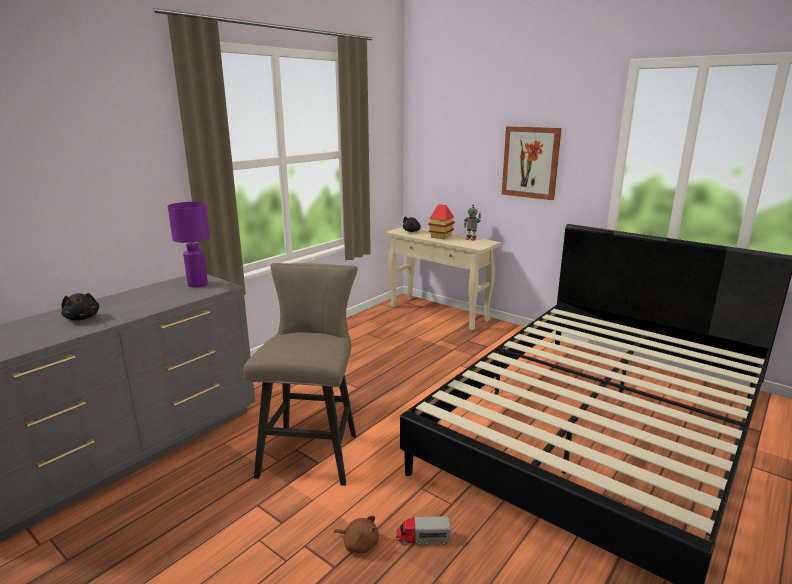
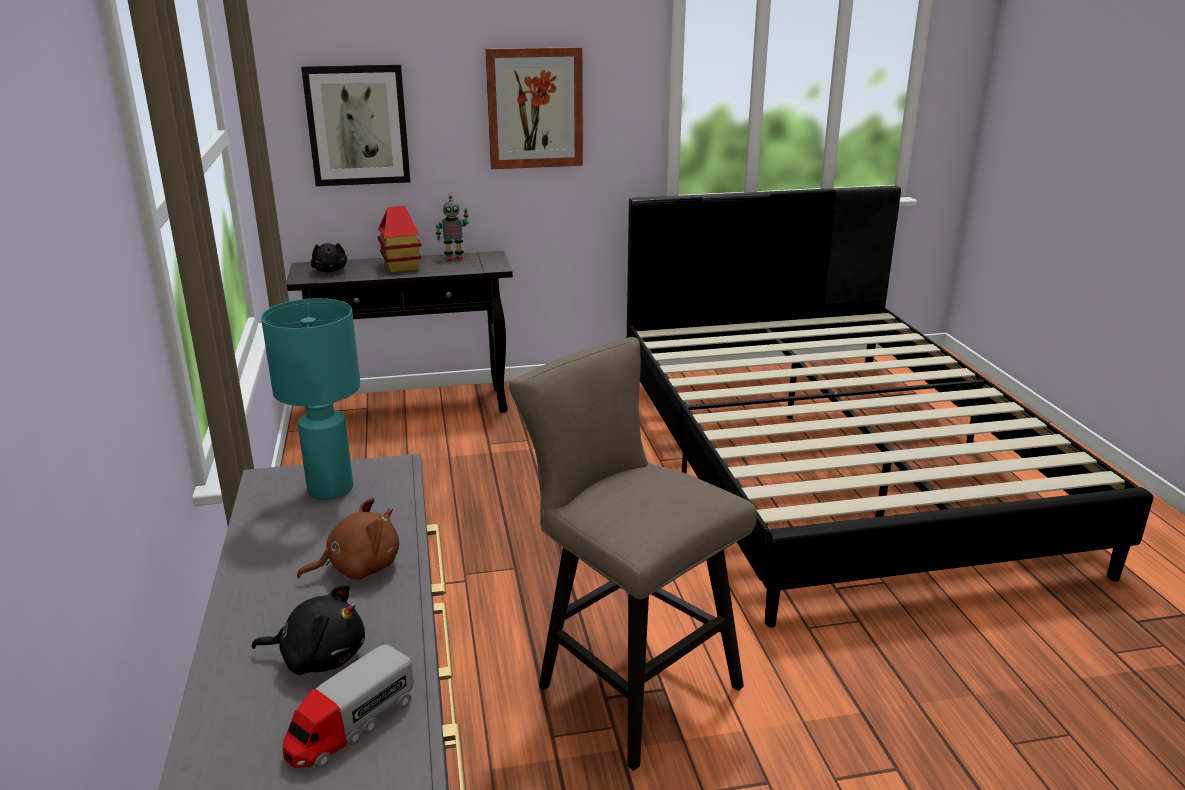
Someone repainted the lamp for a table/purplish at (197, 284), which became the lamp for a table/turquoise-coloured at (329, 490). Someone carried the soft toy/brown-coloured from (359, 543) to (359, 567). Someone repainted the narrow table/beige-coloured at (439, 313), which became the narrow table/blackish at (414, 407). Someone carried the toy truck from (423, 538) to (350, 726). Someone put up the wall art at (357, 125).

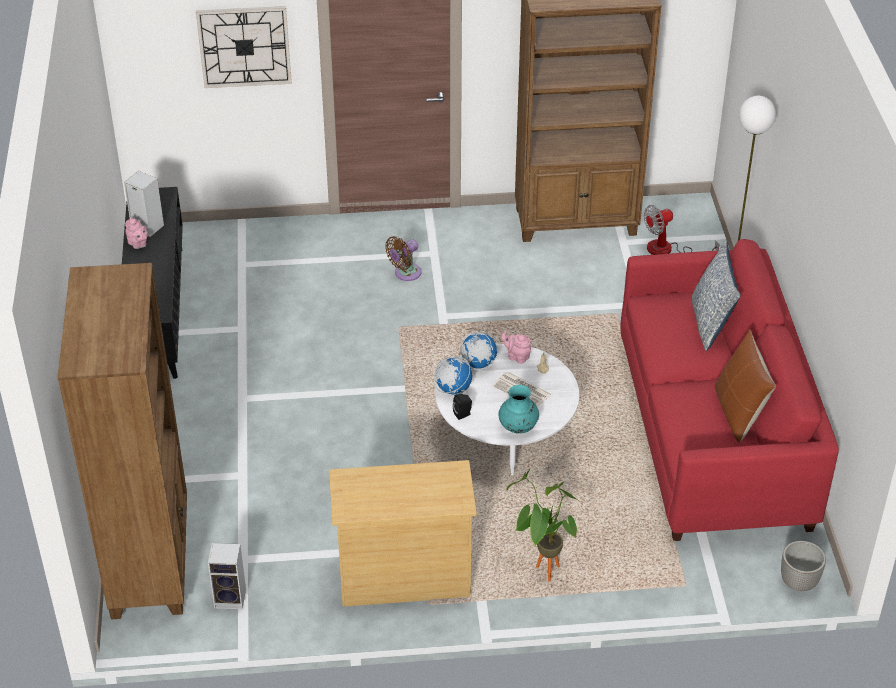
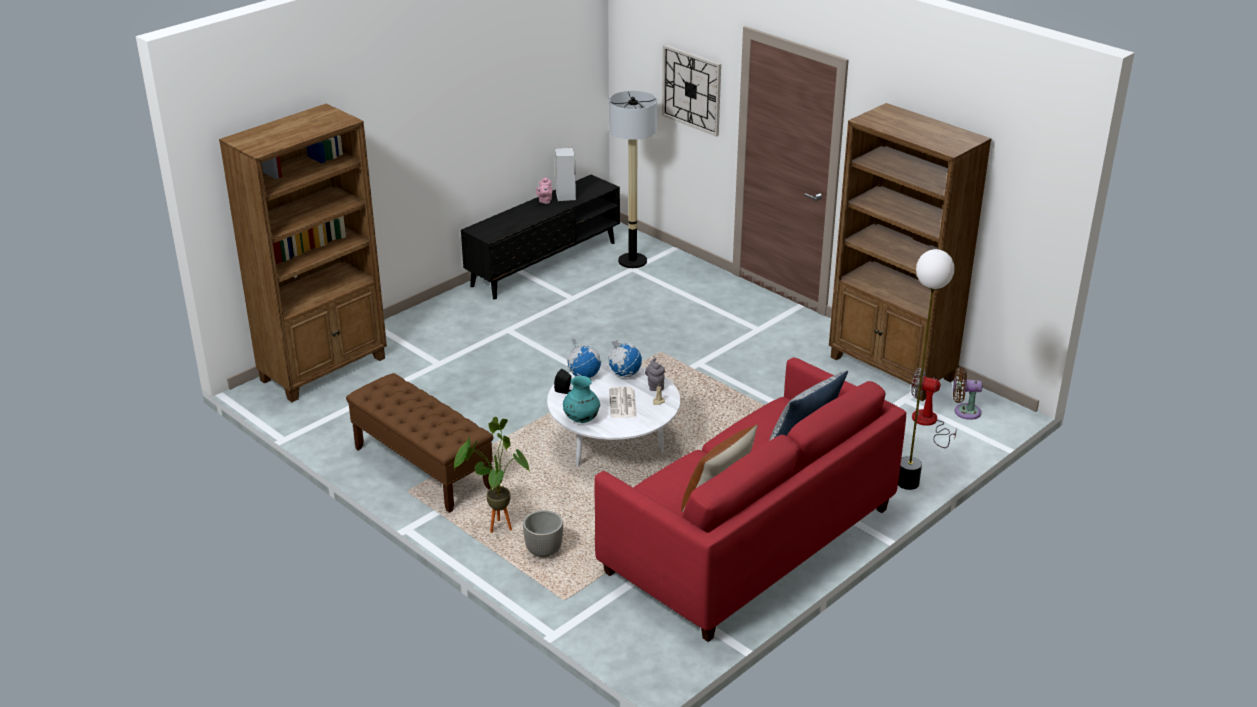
Someone took away the loudspeaker at (231, 598). Someone swapped the dresser/beige-coloured at (403, 575) for the bench/brown-coloured at (422, 468). Someone carried the cooling fan/brown-coloured from (405, 273) to (964, 411). Someone repainted the tea pot/pink-coloured at (517, 357), which became the tea pot/greyish at (655, 385). Someone carried the planter from (799, 582) to (544, 551). Someone put down the standard lamp at (632, 261).

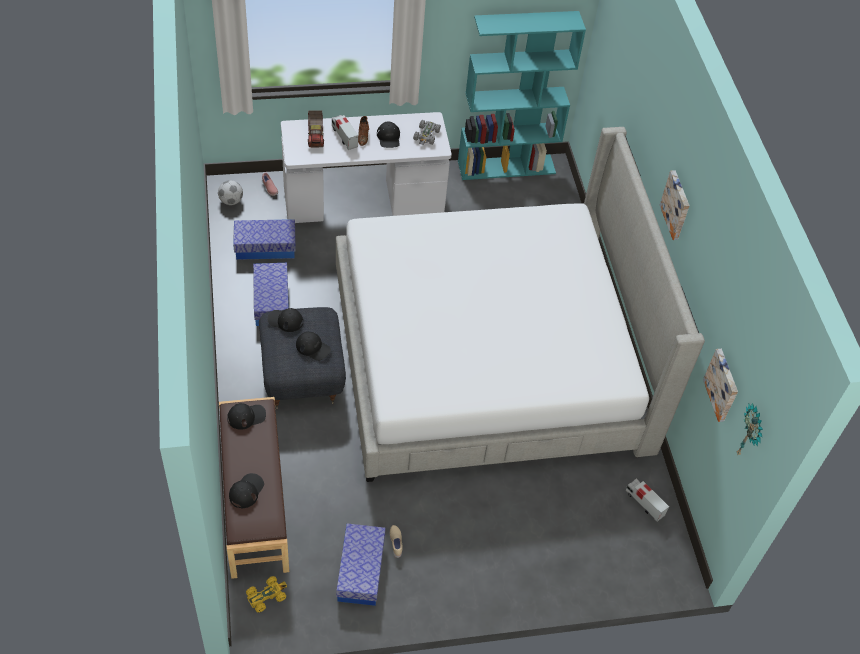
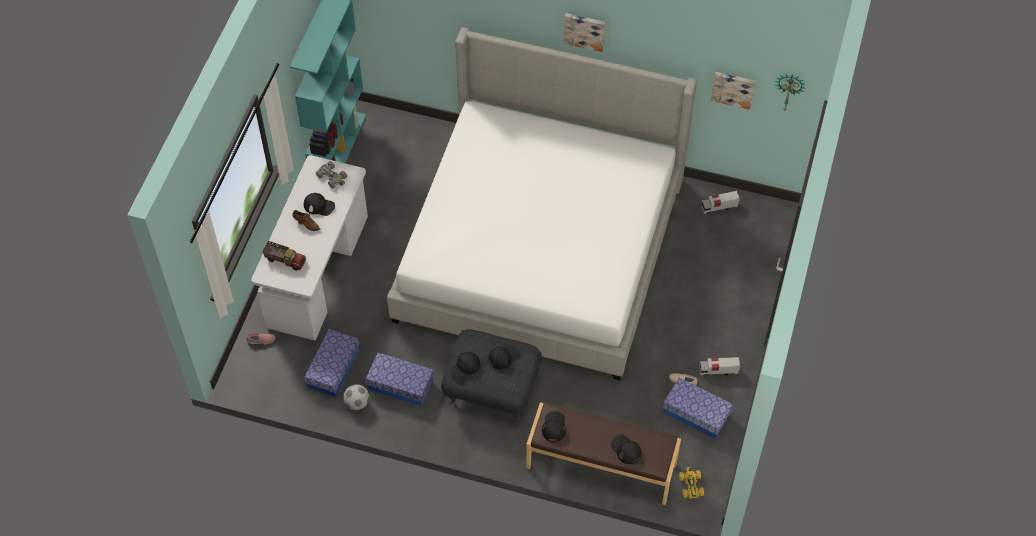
Someone carried the ball for football from (231, 201) to (357, 403). Someone carried the toy truck from (344, 137) to (718, 371).

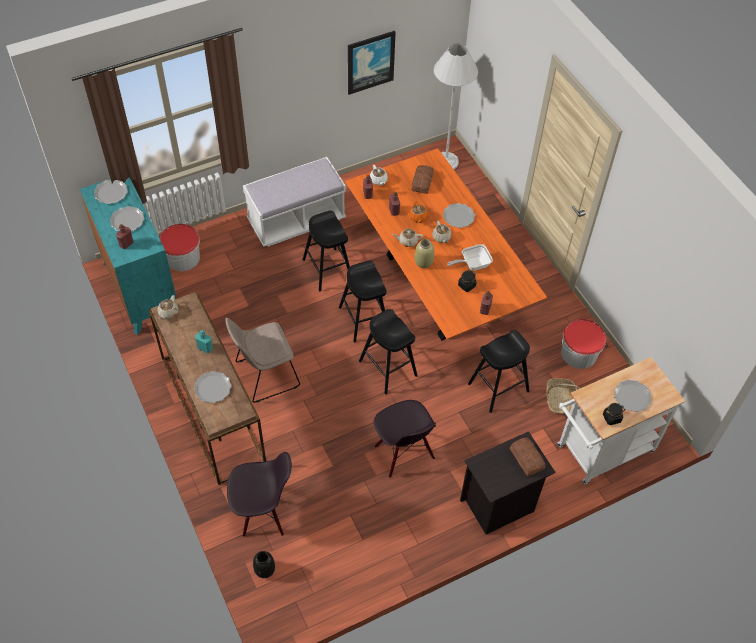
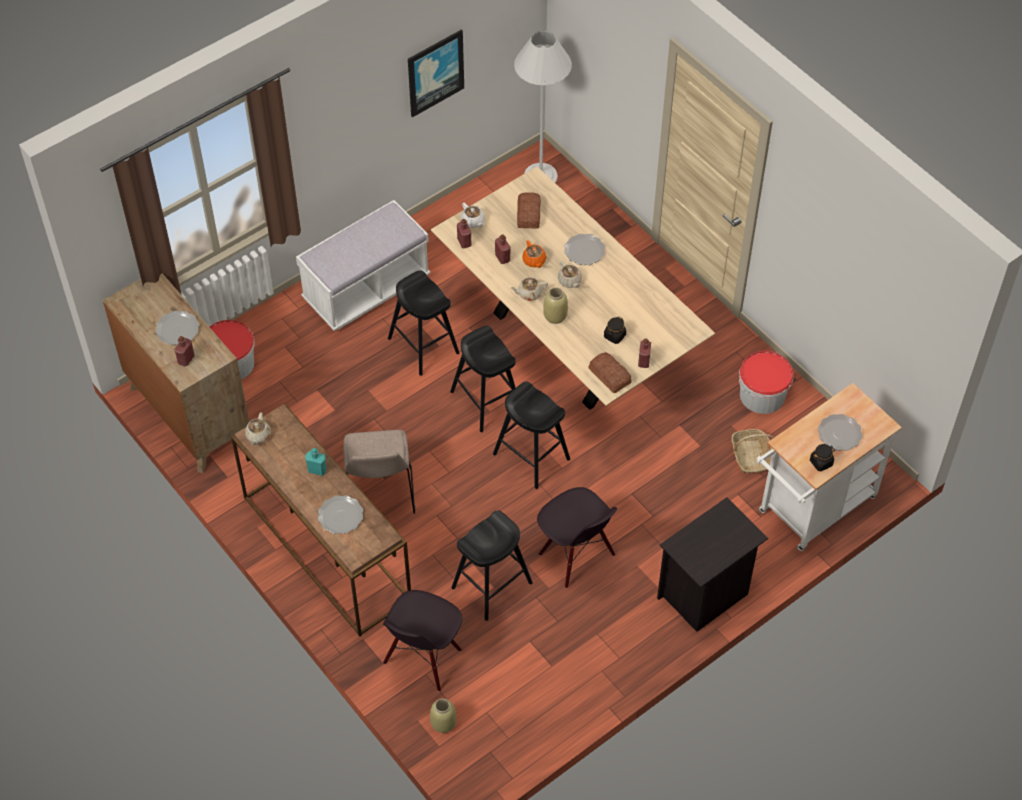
Someone repainted the dresser/turquoise-coloured at (140, 289), which became the dresser/brown-coloured at (189, 414). Someone took away the plate at (111, 193). Someone rotated the chair/beige-coloured at (265, 375) by 60 degrees counterclockwise. Someone rotated the chair/blackish at (263, 512) by 135 degrees clockwise. Someone repainted the flower vase/blackish at (264, 570), which became the flower vase/beige-coloured at (443, 723). Someone repainted the kitchen table/orangey at (436, 287), which became the kitchen table/beige-coloured at (567, 344). Someone took away the skillet at (472, 264). Someone carried the stool/blackish from (498, 387) to (492, 585). Someone carried the baked bread from (527, 458) to (610, 375).

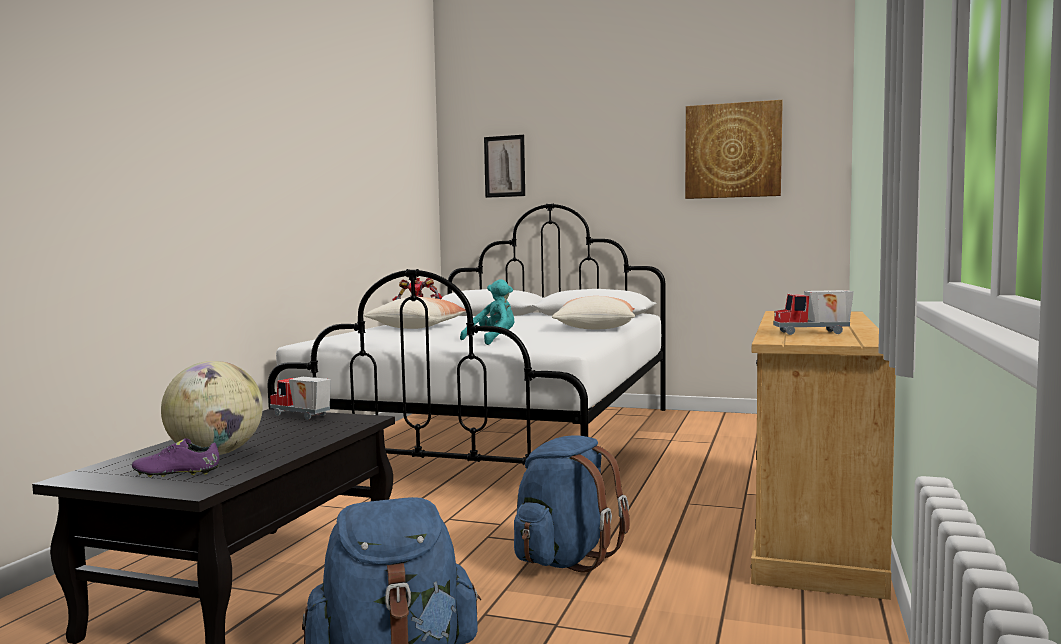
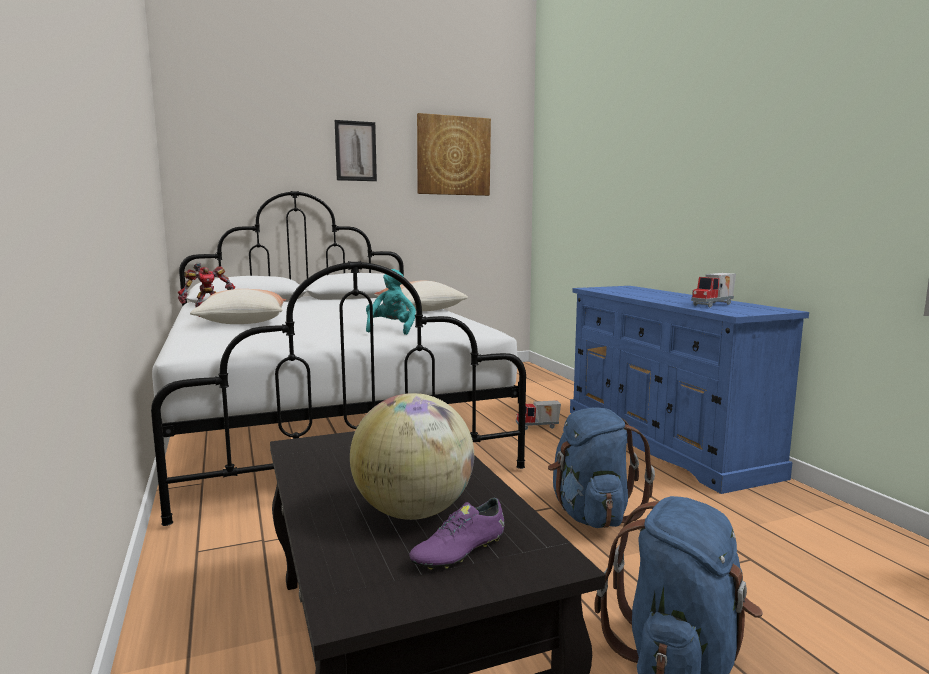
Someone carried the toy truck from (300, 416) to (538, 427). Someone carried the wall art from (504, 166) to (355, 151). Someone repainted the dresser/beige-coloured at (814, 524), which became the dresser/blue-coloured at (664, 441).

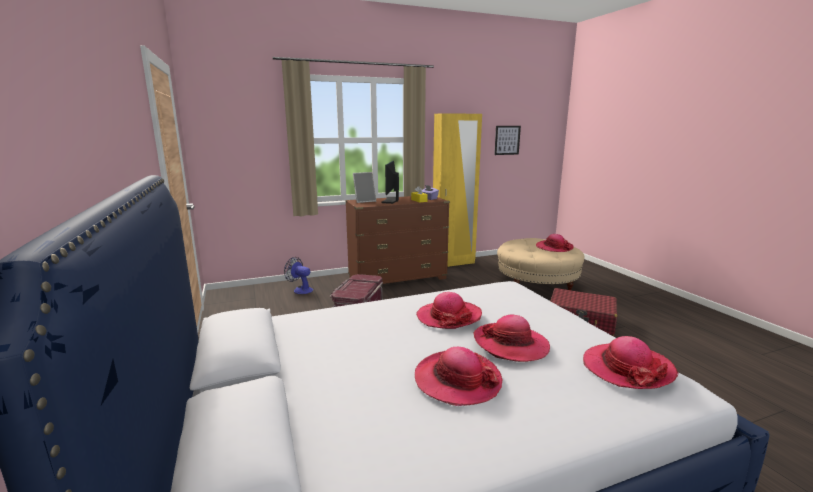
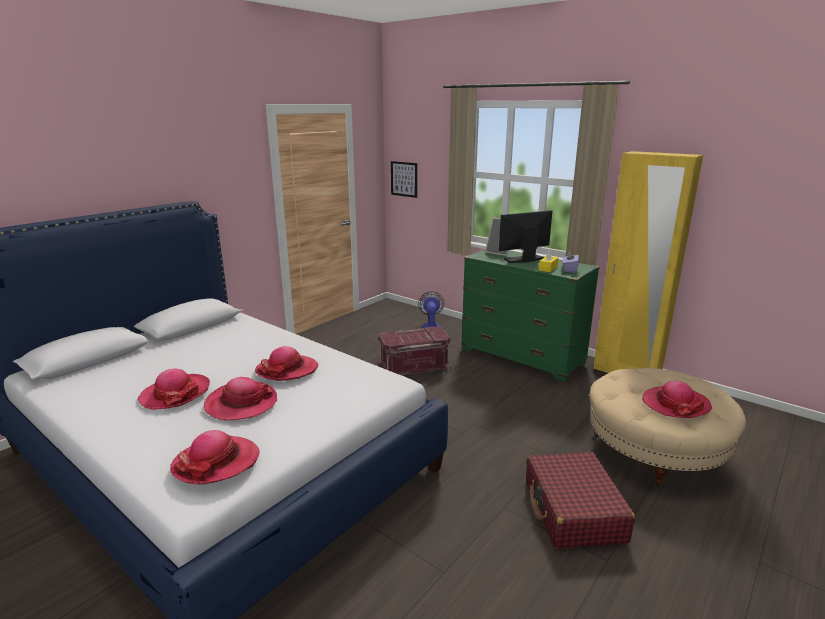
Someone repainted the dresser/brown-coloured at (397, 278), which became the dresser/greenish at (522, 356). Someone carried the wall art from (507, 140) to (404, 179).

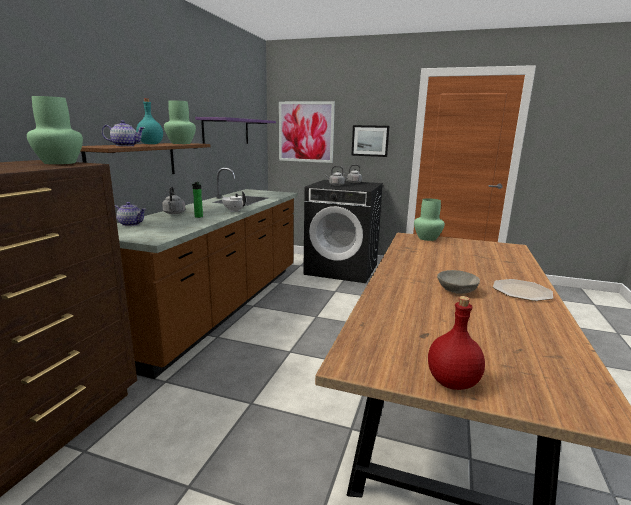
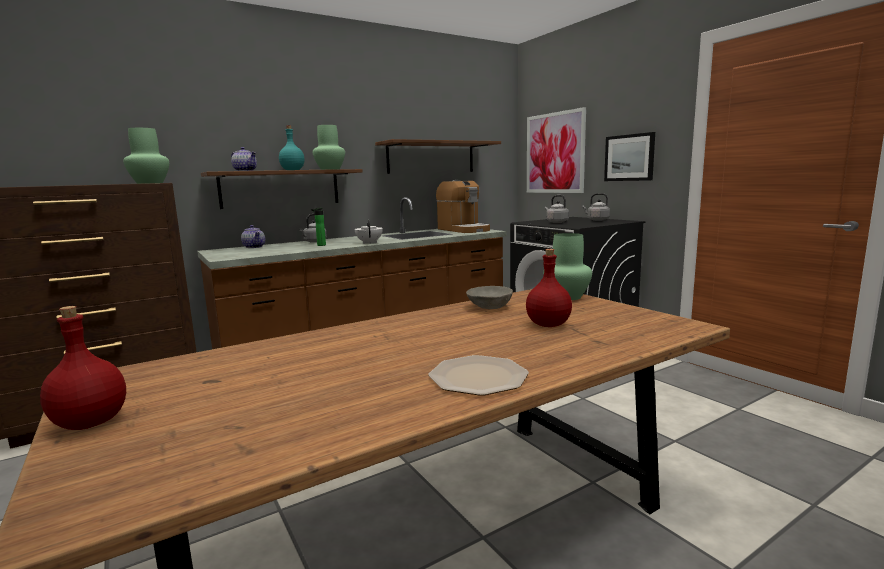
Someone repainted the shelf/purplish at (226, 131), which became the shelf/brown-coloured at (431, 157). Someone carried the deep dish/greyish from (456, 291) to (490, 307). Someone put down the coffee machine at (463, 230). Someone put down the bottle/red at (548, 325).

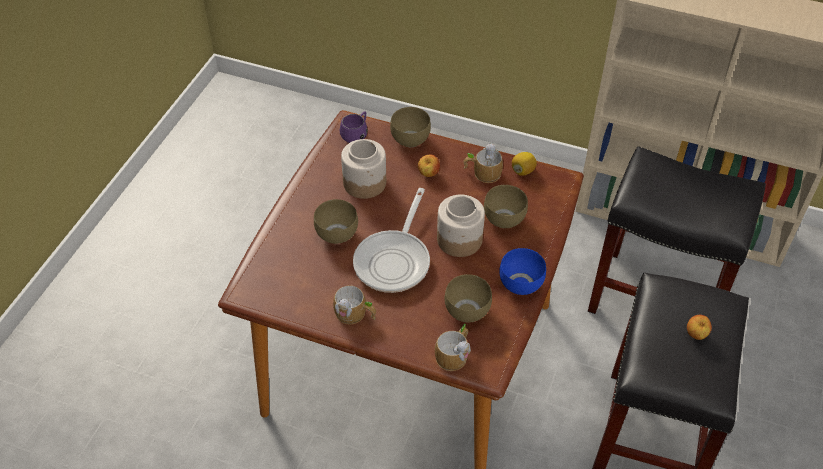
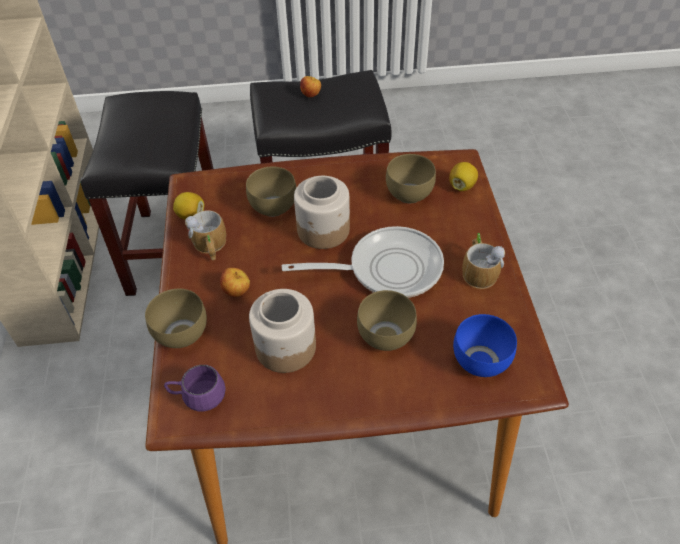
Someone swapped the mug at (455, 354) for the lemon at (462, 186). Someone carried the deep dish/blue-coloured from (521, 285) to (481, 359).

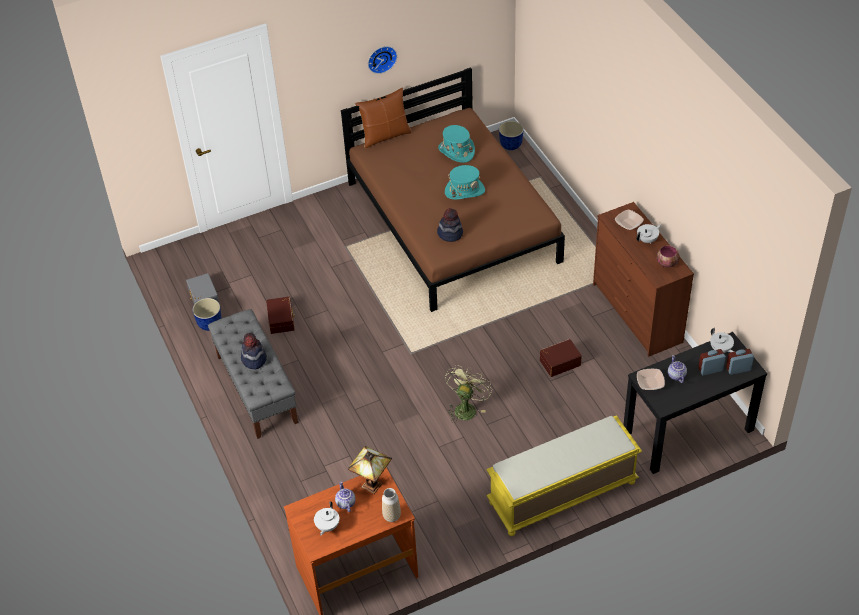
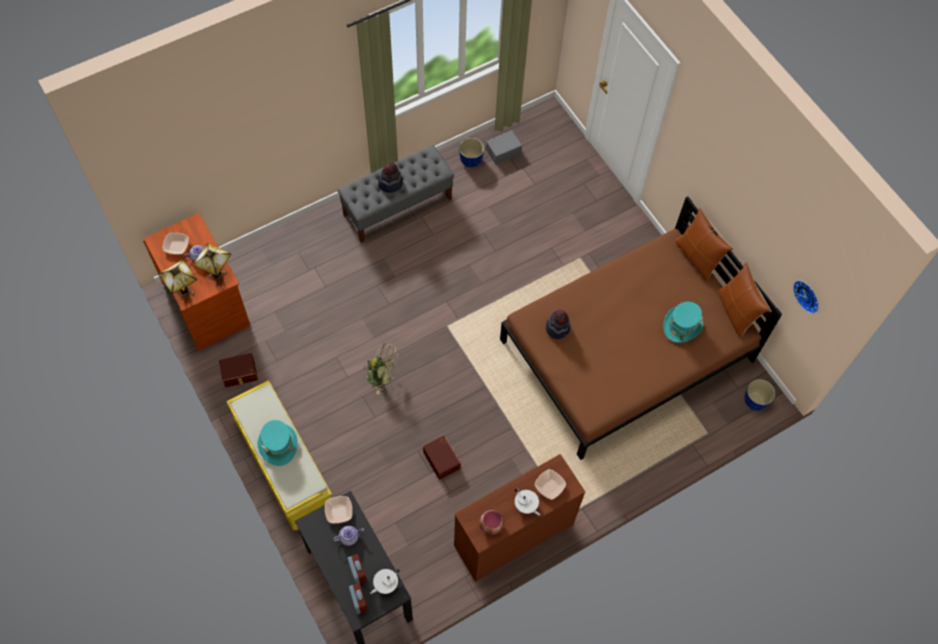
Someone carried the storage container/brown-coloured from (282, 319) to (240, 374). Someone swapped the tea pot/white at (327, 526) for the deep dish at (176, 246). Someone carried the hanging clock from (381, 58) to (808, 295). Someone swapped the flower vase at (392, 516) for the lamp for a table at (184, 293). Someone carried the clothing hat/turquoise-coloured from (464, 191) to (278, 445). Someone put down the throw pillow/brown-coloured at (736, 311).

